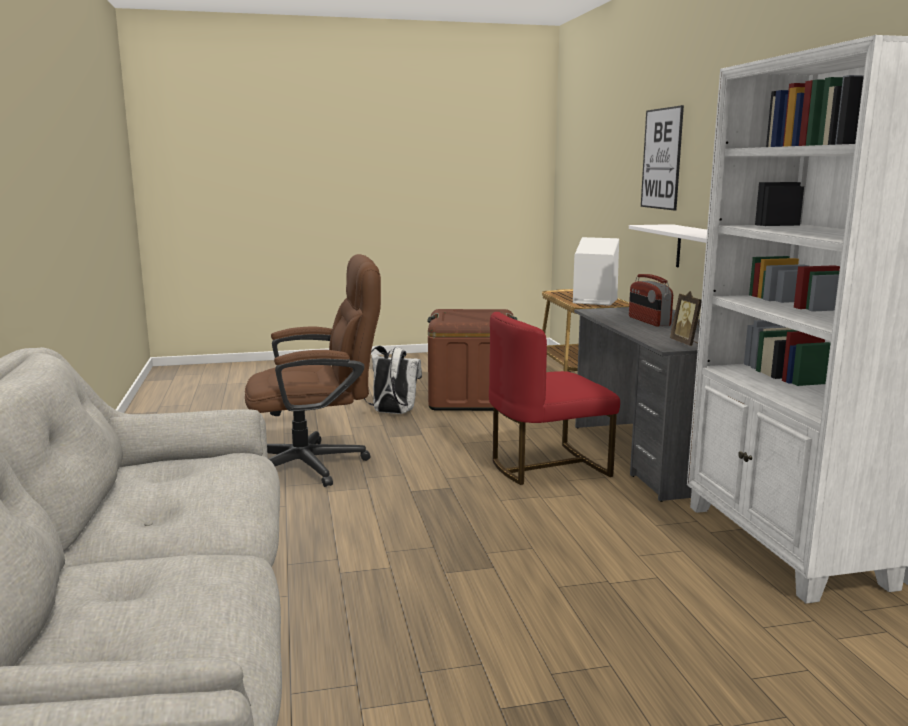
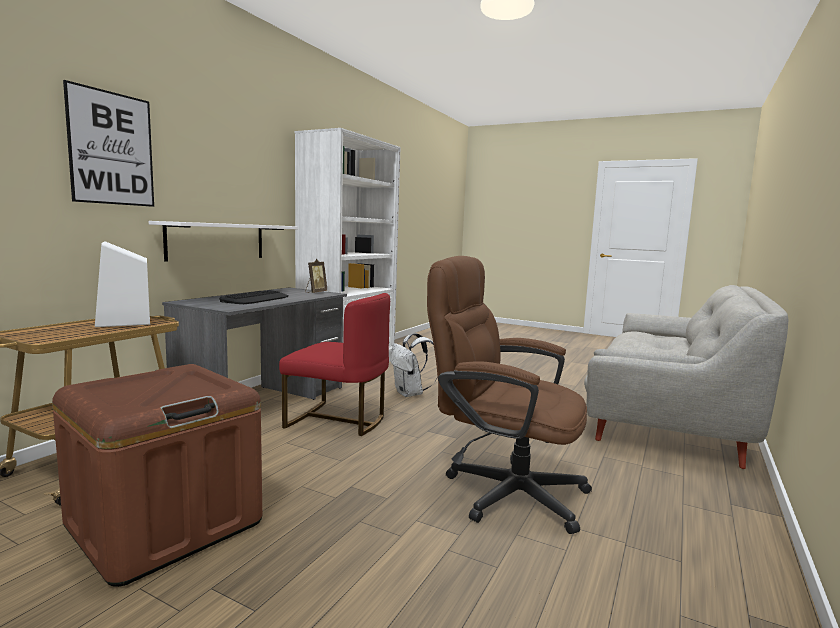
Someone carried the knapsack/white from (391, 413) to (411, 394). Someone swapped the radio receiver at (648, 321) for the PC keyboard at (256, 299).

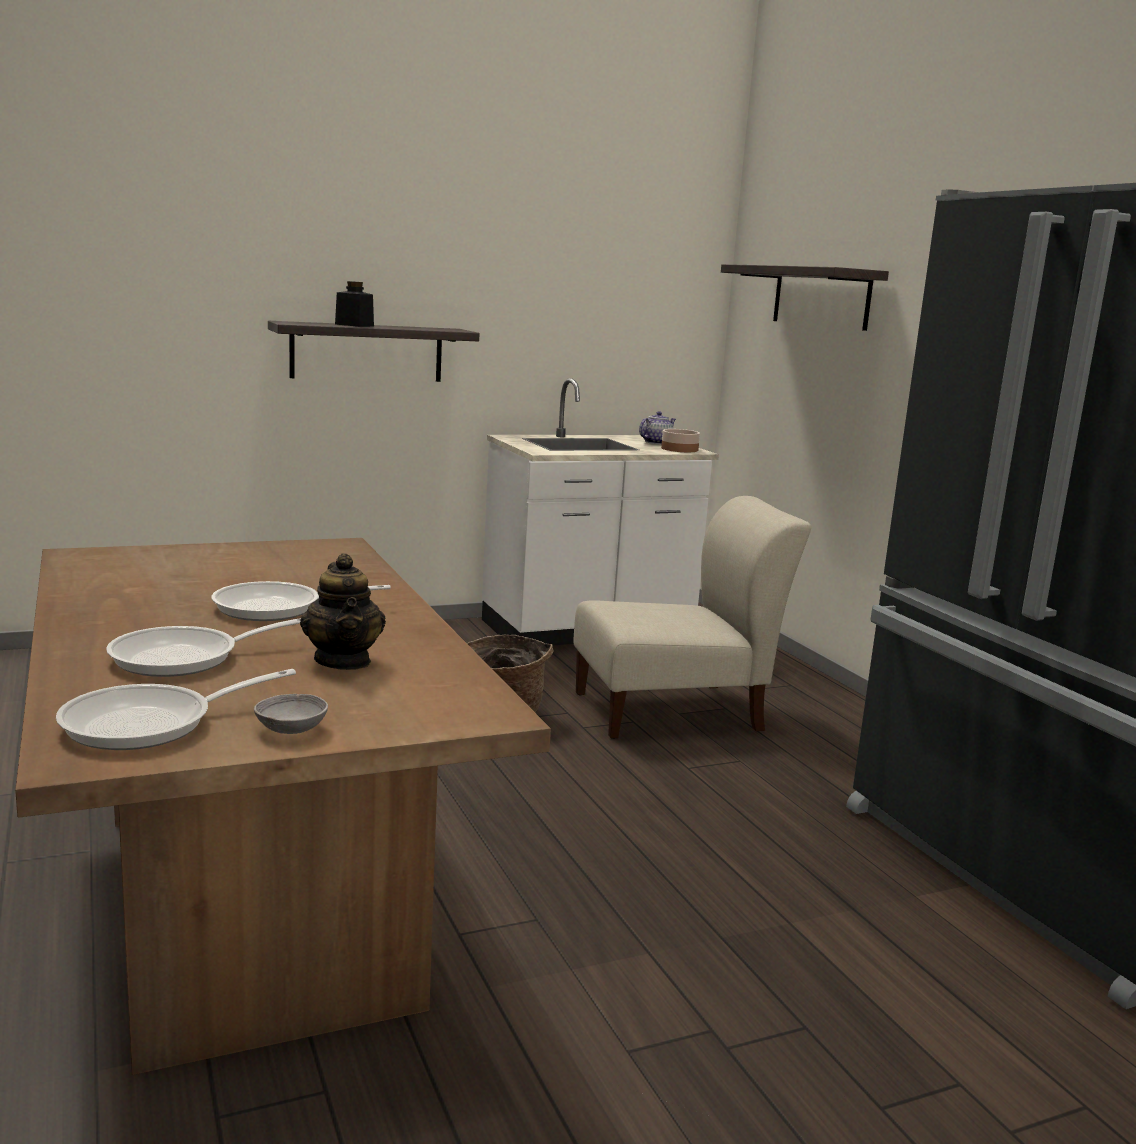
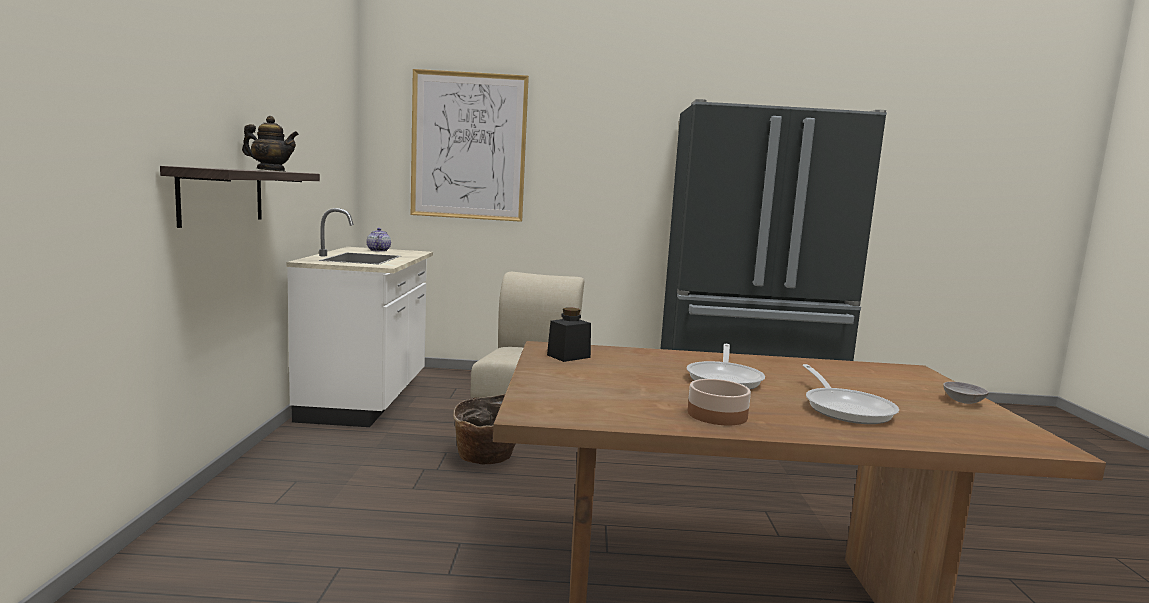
Someone took away the skillet at (151, 724). Someone carried the tea pot from (343, 661) to (271, 170). Someone carried the storage jar/blackish from (354, 325) to (568, 356). Someone carried the deep dish from (679, 449) to (716, 414). Someone swapped the shelf at (821, 297) for the wall art at (469, 146).

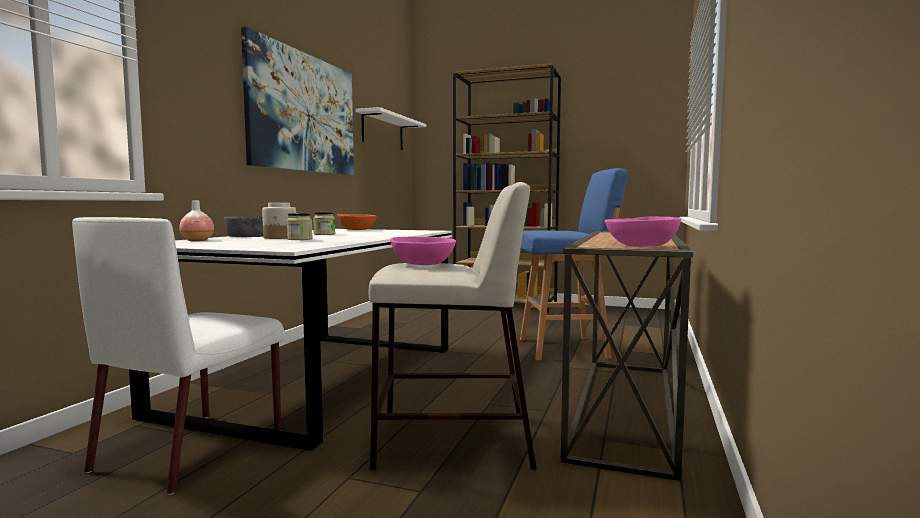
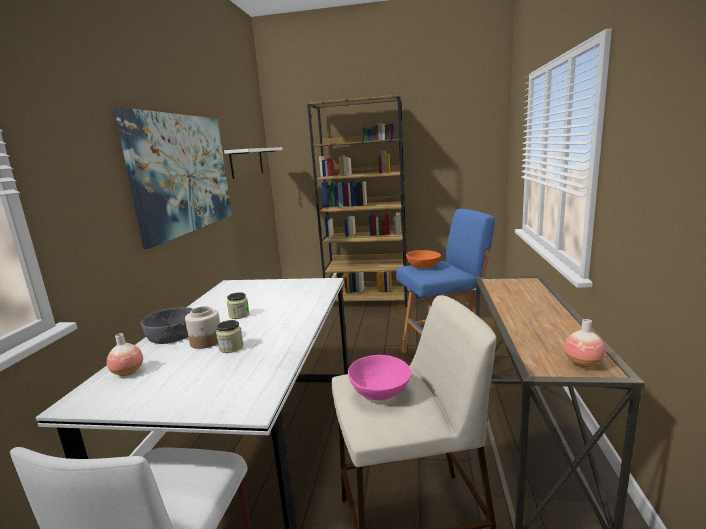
Someone carried the deep dish/orangey from (357, 230) to (423, 267). Someone swapped the deep dish/pink-coloured at (641, 246) for the flower vase at (583, 363).

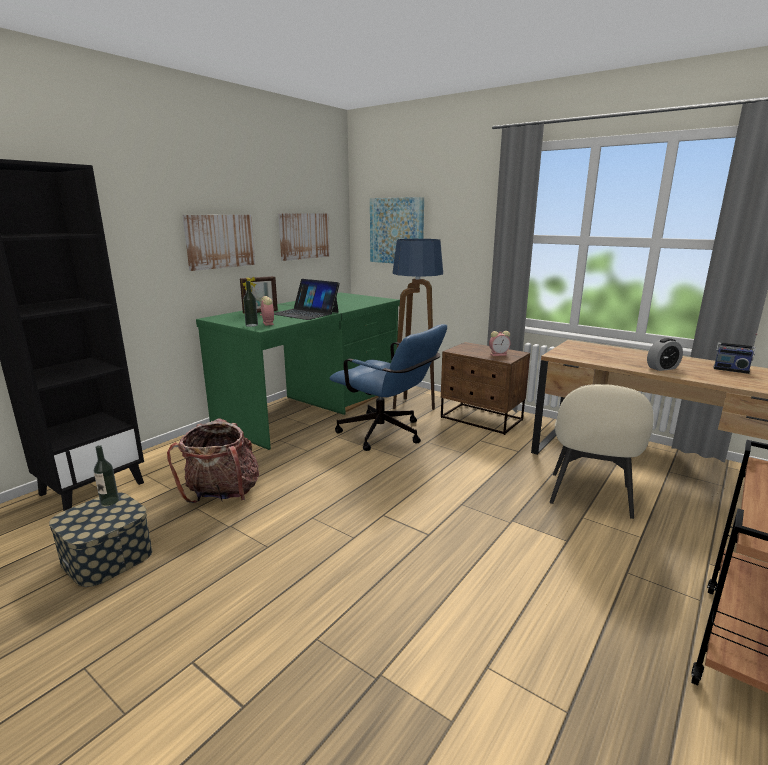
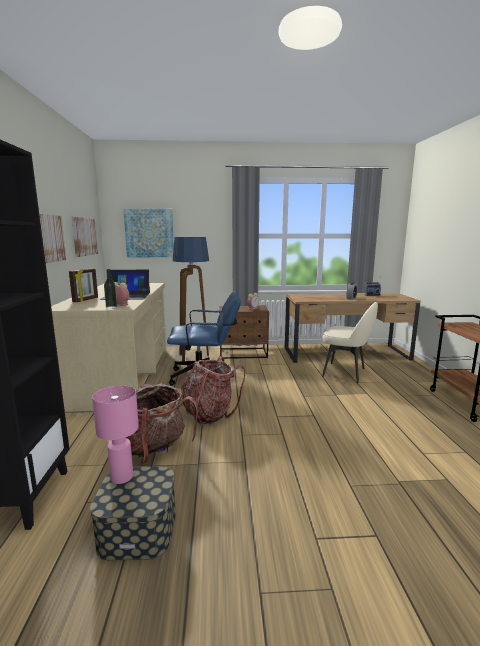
Someone swapped the bottle at (109, 501) for the lamp for a table/pink-coloured at (122, 477). Someone repainted the desk unit/greenish at (313, 407), which became the desk unit/beige-coloured at (123, 375). Someone rotated the chair/beige-coloured at (590, 496) by 45 degrees counterclockwise. Someone put down the knapsack at (209, 413).

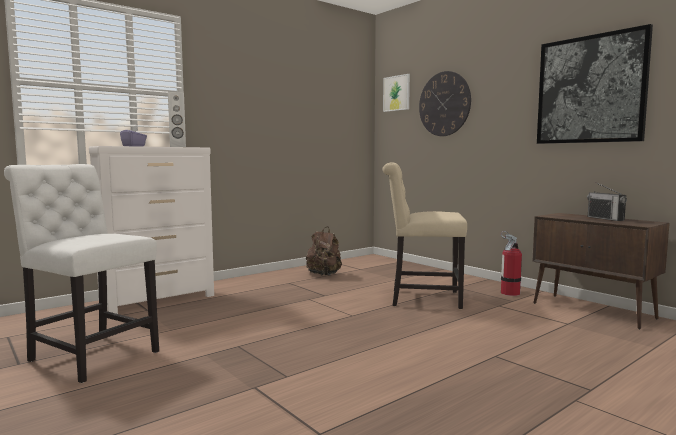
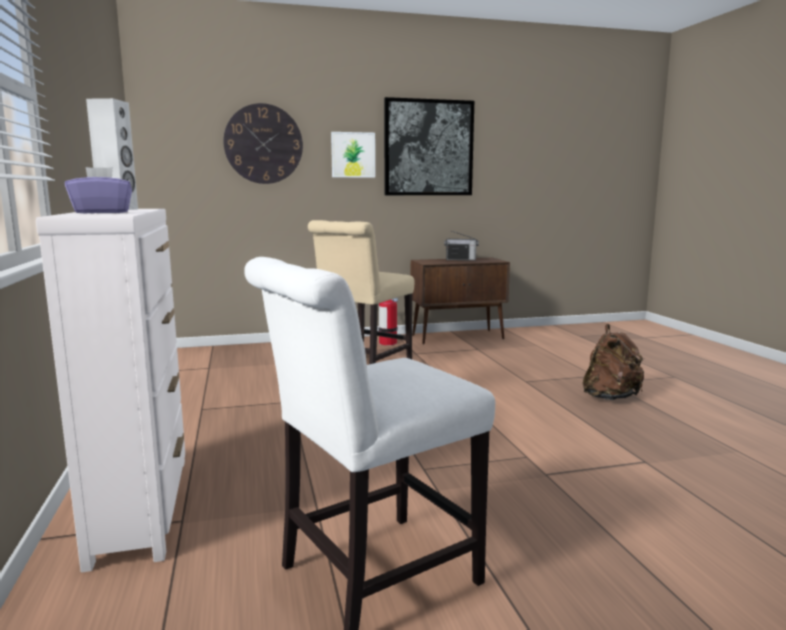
Someone carried the knapsack/brown-coloured from (324, 275) to (610, 397). Someone carried the wall art from (396, 93) to (353, 155).

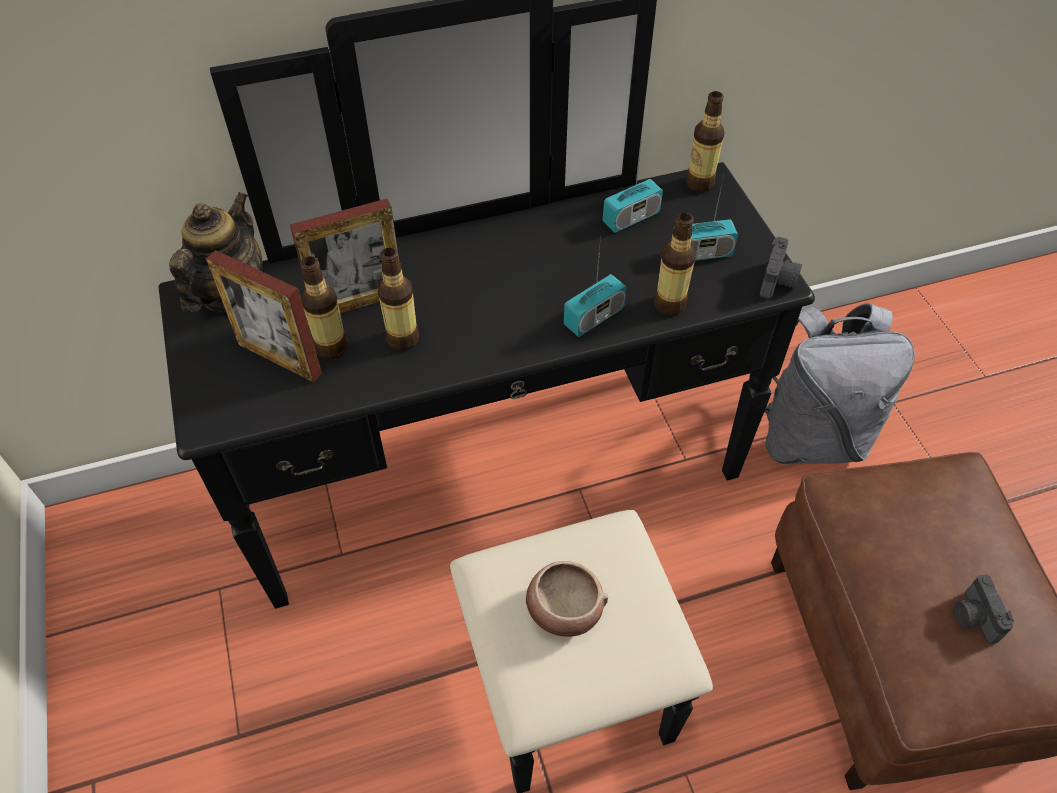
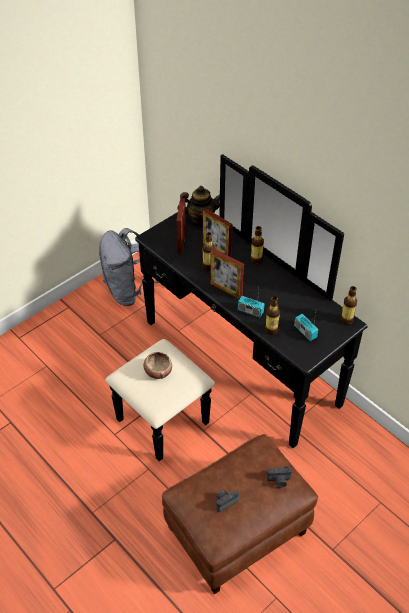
Someone carried the bottle from (331, 347) to (256, 260). Someone took away the radio receiver at (631, 218). Someone carried the photo camera from (778, 281) to (279, 481). Someone carried the knapsack/greyish from (808, 436) to (129, 291). Someone put down the picture frame at (226, 290).

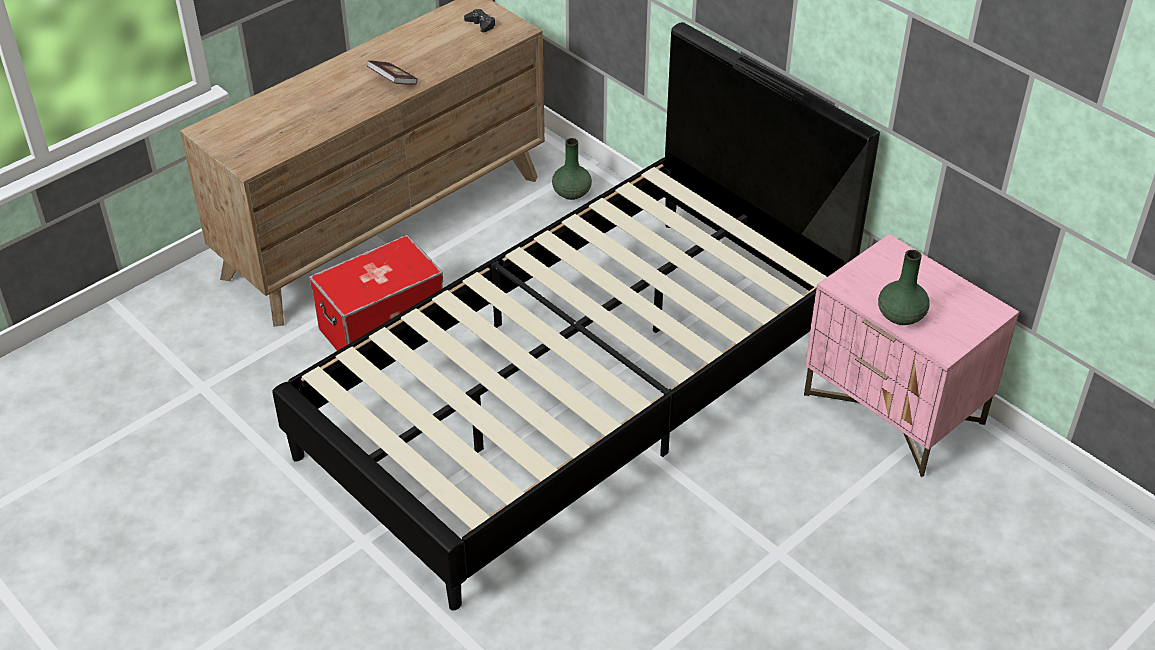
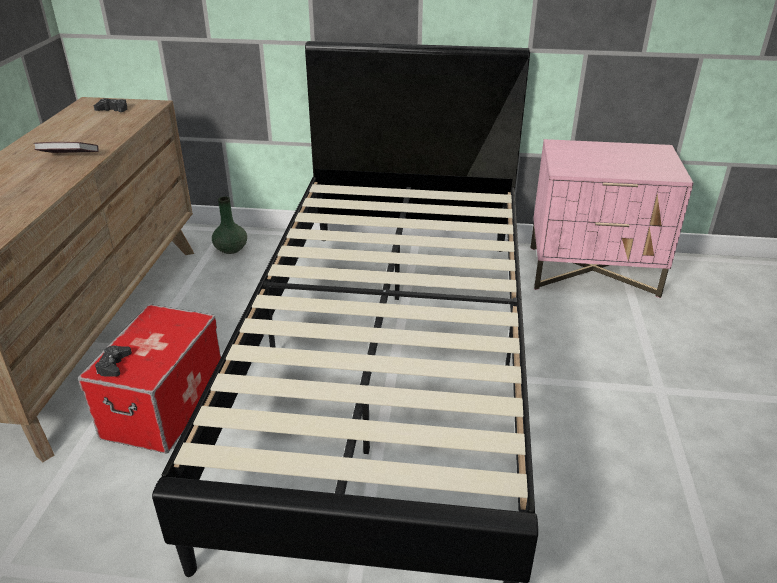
Someone took away the flower vase/greenish at (900, 315). Someone put down the joypad/blackish at (114, 365).

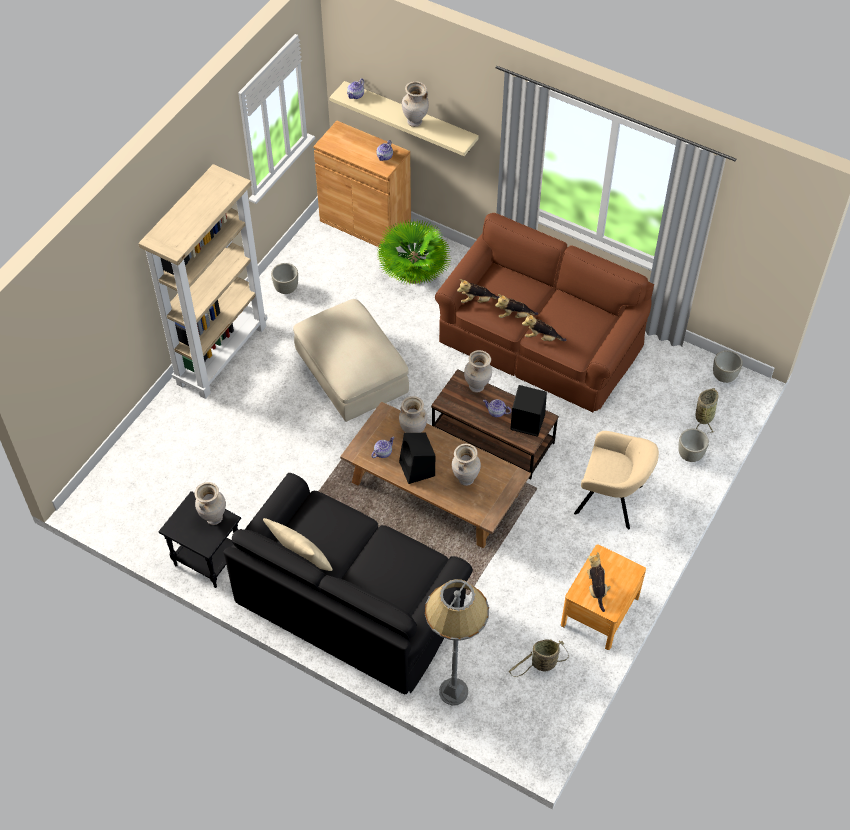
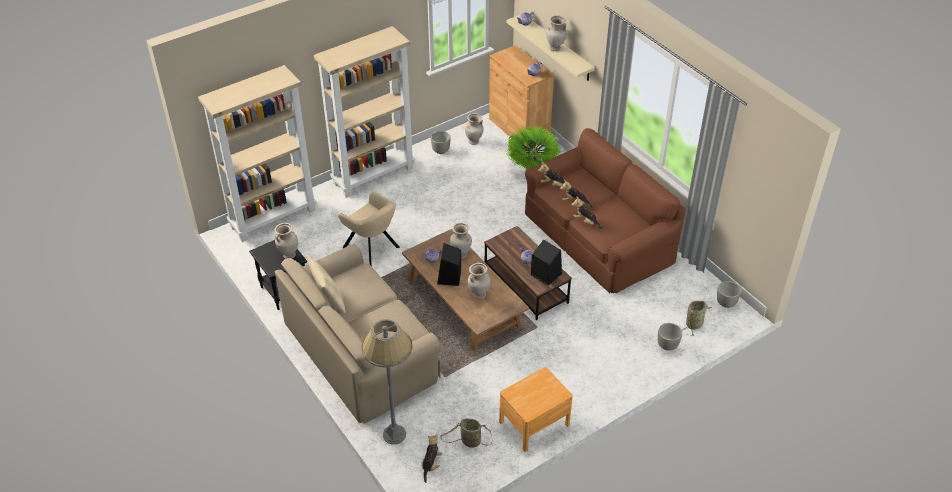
Someone repainted the settee/blackish at (350, 600), which became the settee/beige-coloured at (360, 350). Someone took away the footrest/beige-coloured at (351, 373). Someone carried the flower vase/beige-coloured from (477, 387) to (474, 142). Someone carried the armchair/beige-coloured from (611, 500) to (373, 248). Someone carried the soft toy from (596, 588) to (431, 464). Someone put down the shelving unit/beige-coloured at (273, 217).

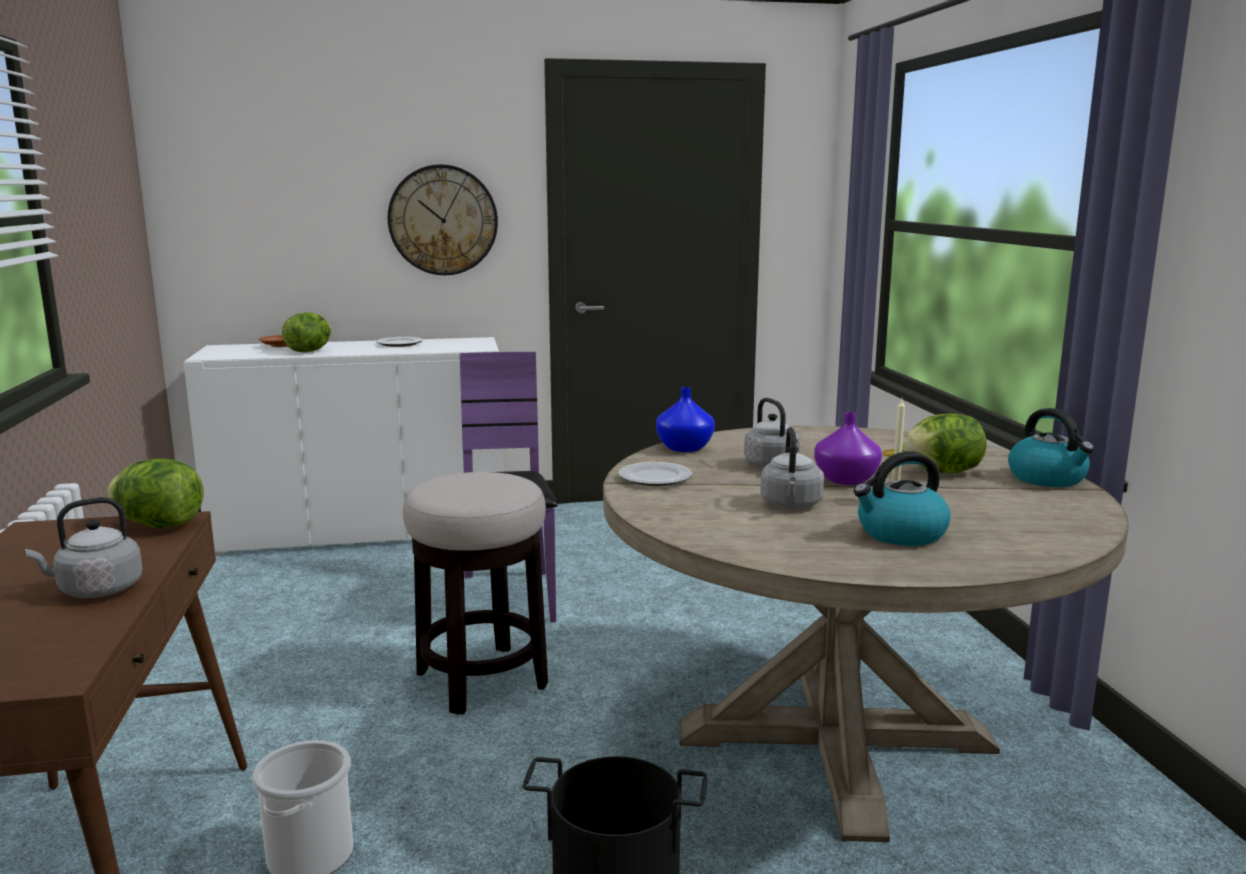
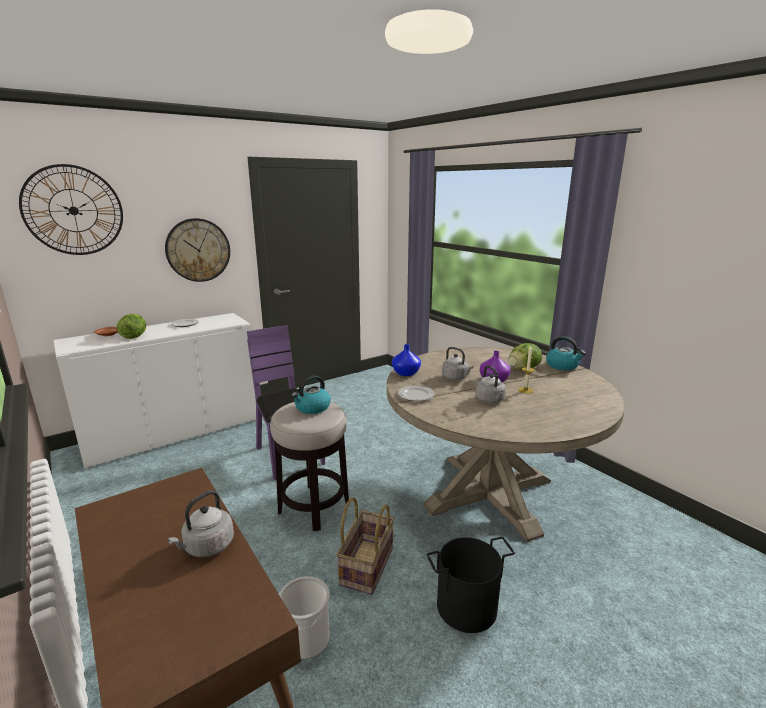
Someone took away the lettuce head at (159, 525). Someone carried the kettle from (900, 534) to (312, 408). Someone put up the hanging clock at (73, 210). Someone put down the storage basket at (366, 565).

